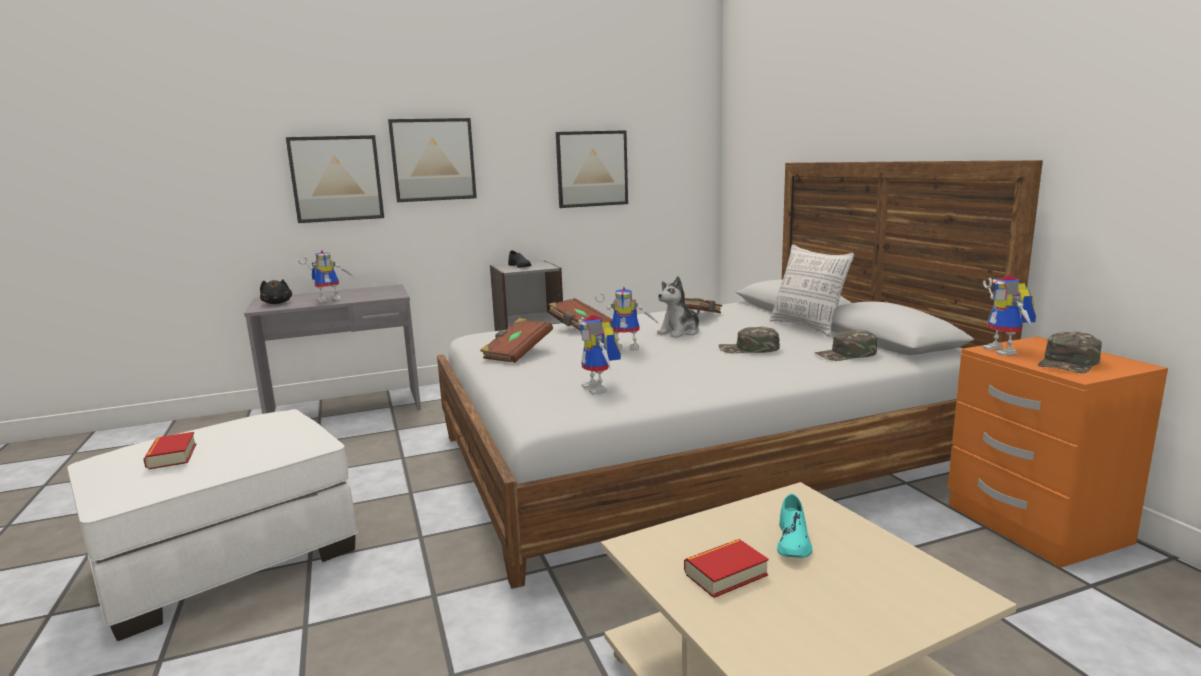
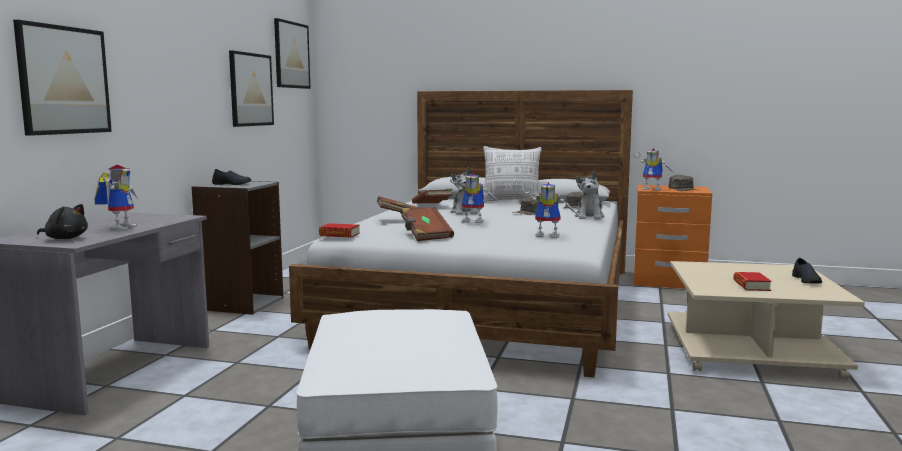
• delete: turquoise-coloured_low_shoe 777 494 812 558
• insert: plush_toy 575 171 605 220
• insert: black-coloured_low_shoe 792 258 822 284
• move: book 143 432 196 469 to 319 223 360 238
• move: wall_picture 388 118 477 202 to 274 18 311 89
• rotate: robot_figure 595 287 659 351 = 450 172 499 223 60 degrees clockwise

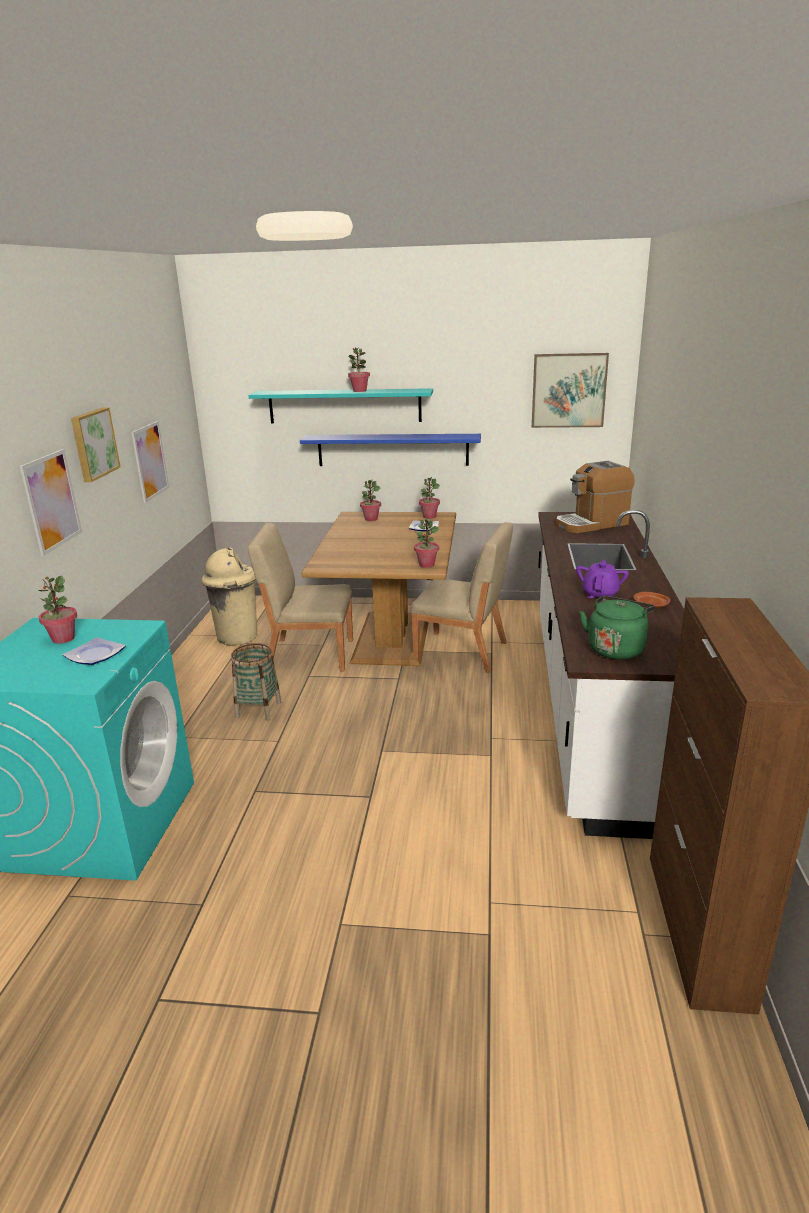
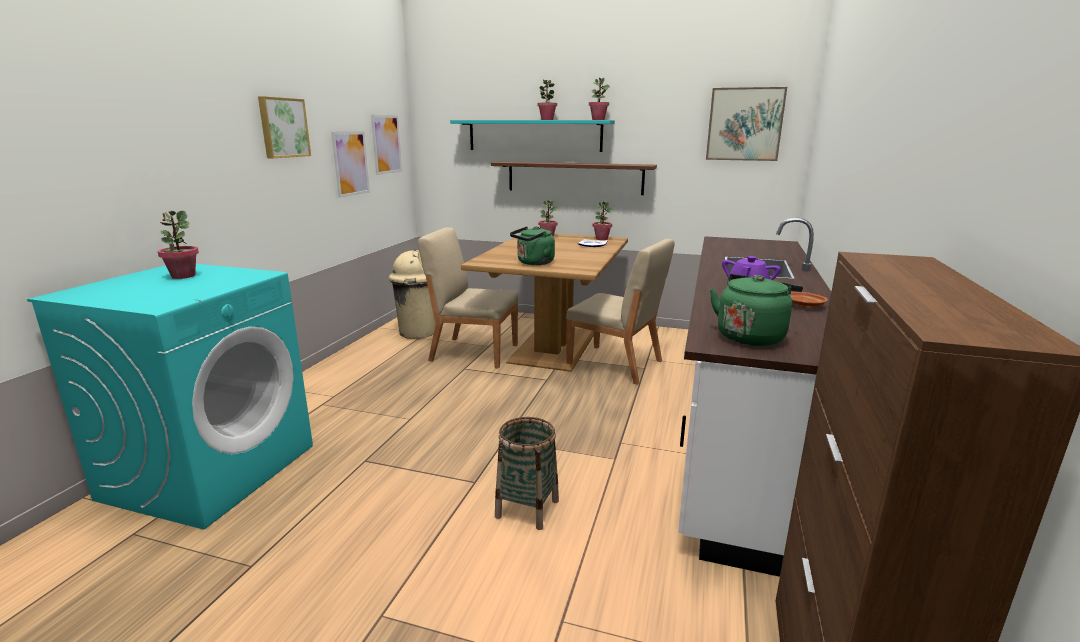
• delete: dinner_plate 62 637 126 665
• delete: coffee_machine 556 461 635 533
• insert: green-coloured_water_kettle 510 226 555 265
• move: wall_picture 20 449 82 556 to 371 114 402 175
• move: basket 231 644 281 720 to 495 417 559 530
• move: houseplant 414 518 439 568 to 589 78 610 120
• recolor: blue-coloured_wall_shelf 300 434 481 466 to brownish_wall_shelf 491 161 657 195

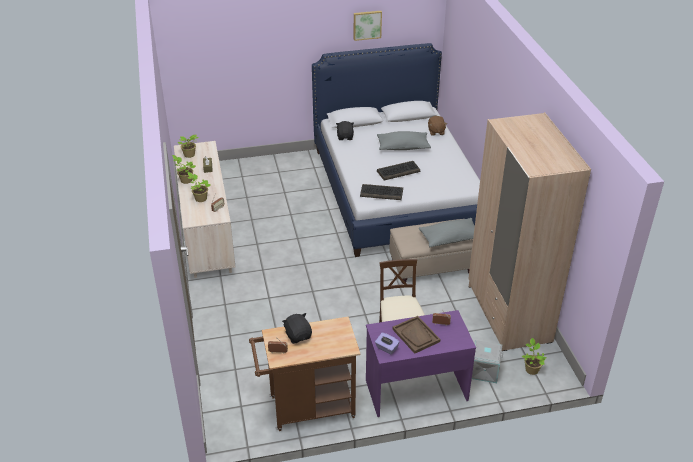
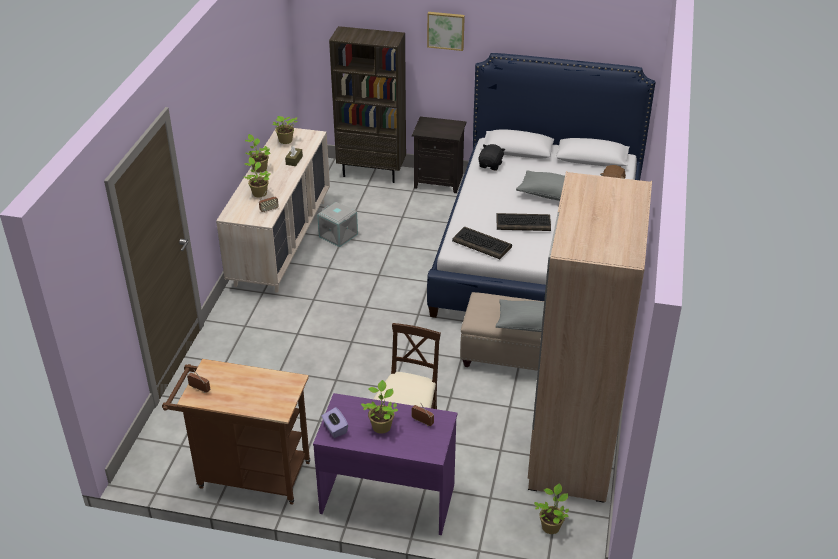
• delete: black-coloured_plush_toy 282 313 312 344
• insert: brownish_bookcase 329 26 406 183
• insert: black-coloured_night_table 412 116 466 193
• move: wall_picture 354 11 382 41 to 427 12 465 51
• move: gray_storage_box 472 340 503 383 to 317 202 358 247
• replace: brownish_carrying_tray 392 316 440 354 to houseplant 361 380 398 434

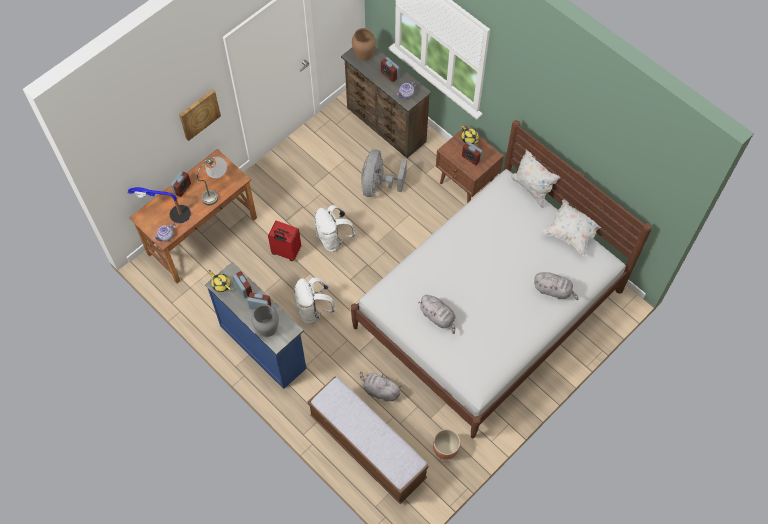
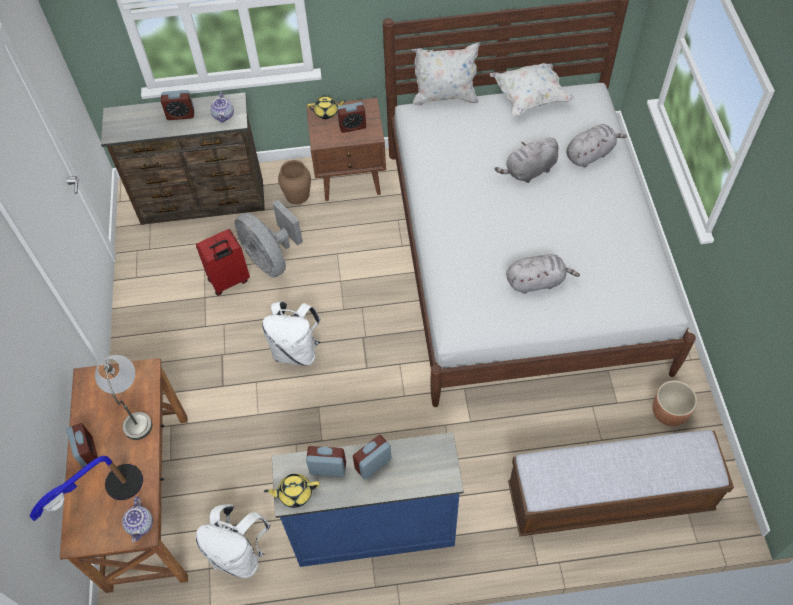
• delete: wall_picture 179 89 221 141
• delete: gray_vase 251 304 279 337
• move: red_suitcase 268 221 301 261 to 196 229 250 296
• move: white_backpack 294 277 335 323 to 196 504 271 578
• move: brownish_vase 352 28 376 61 to 278 160 311 204
• move: gray_plush_toy 360 372 402 402 to 495 137 558 183

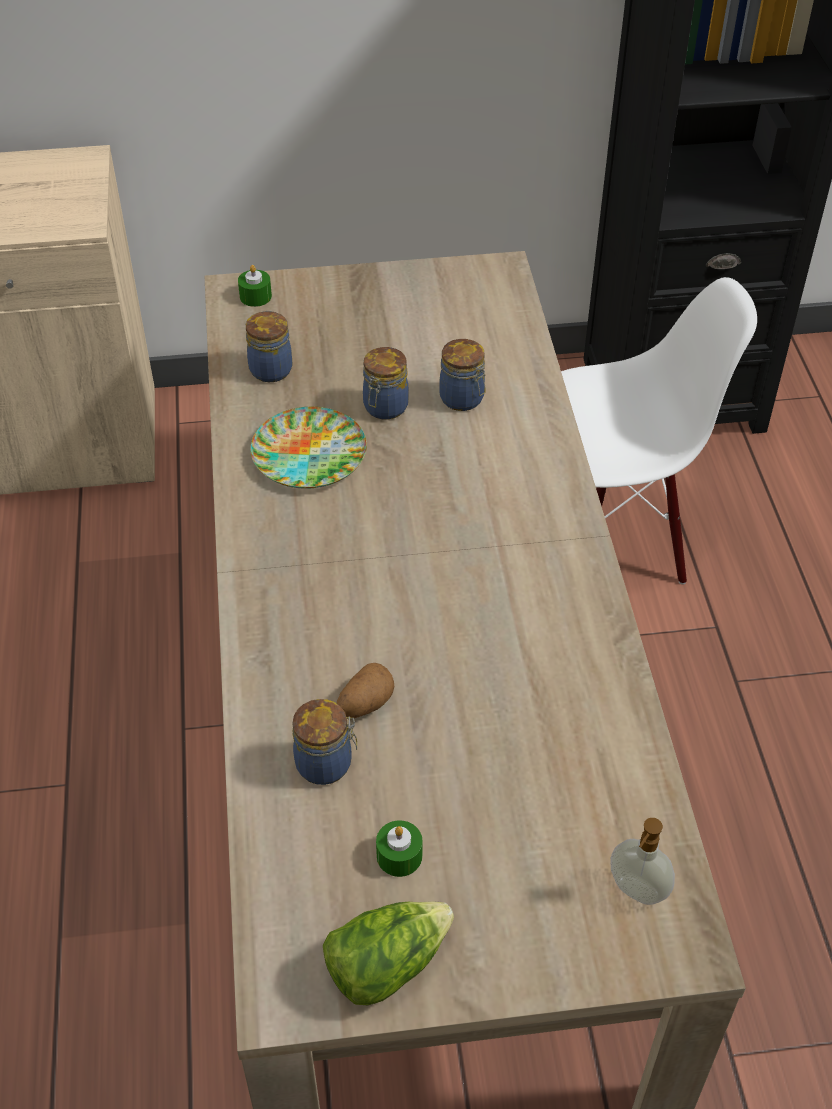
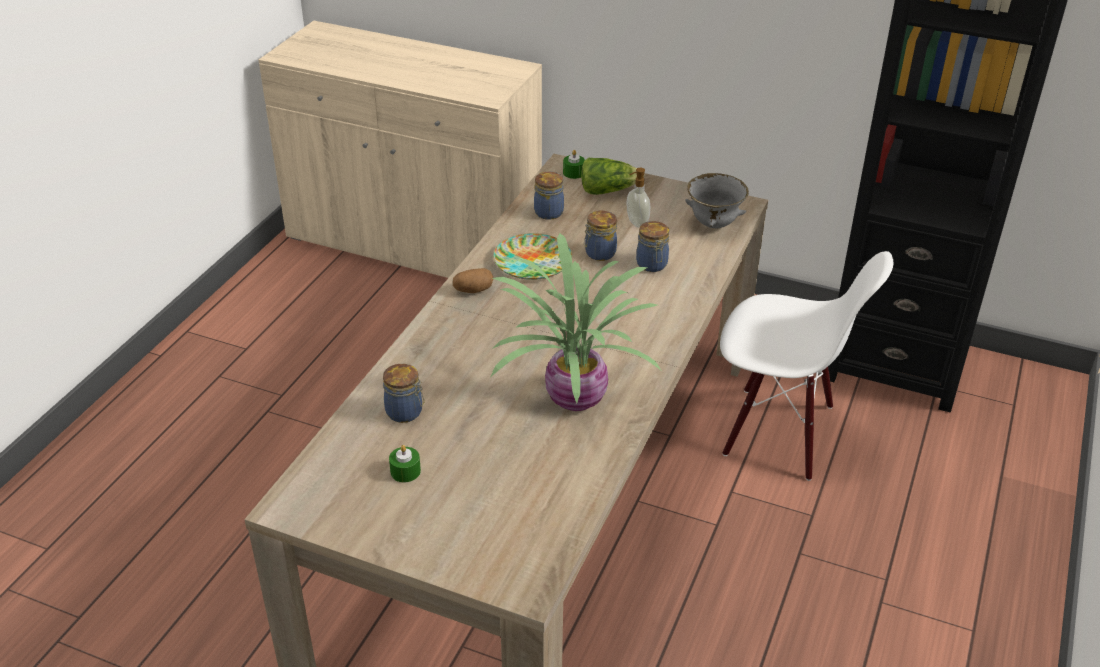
• insert: houseplant 491 233 661 411
• insert: gray_bowl 685 173 749 228
• move: lettuce_head 323 901 454 1005 to 581 158 645 195
• move: spud 337 663 394 718 to 453 268 493 293
• move: liquid_soap_bottle 610 818 675 905 to 627 168 650 228

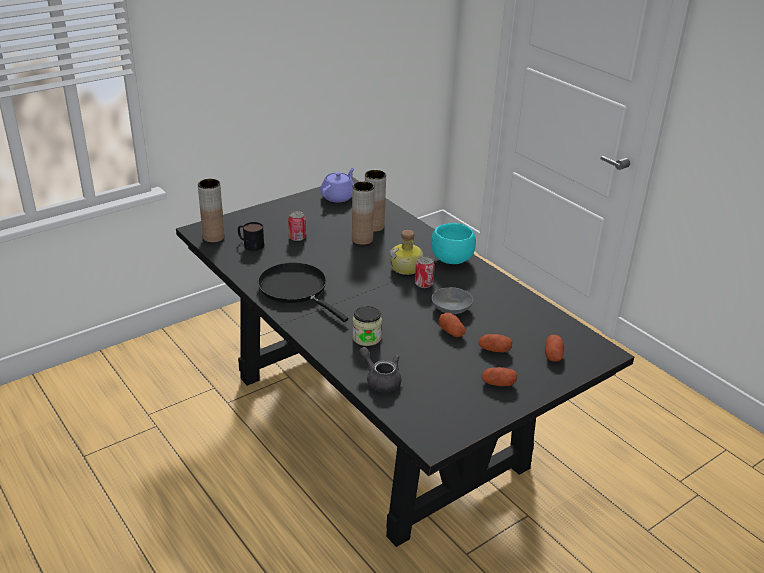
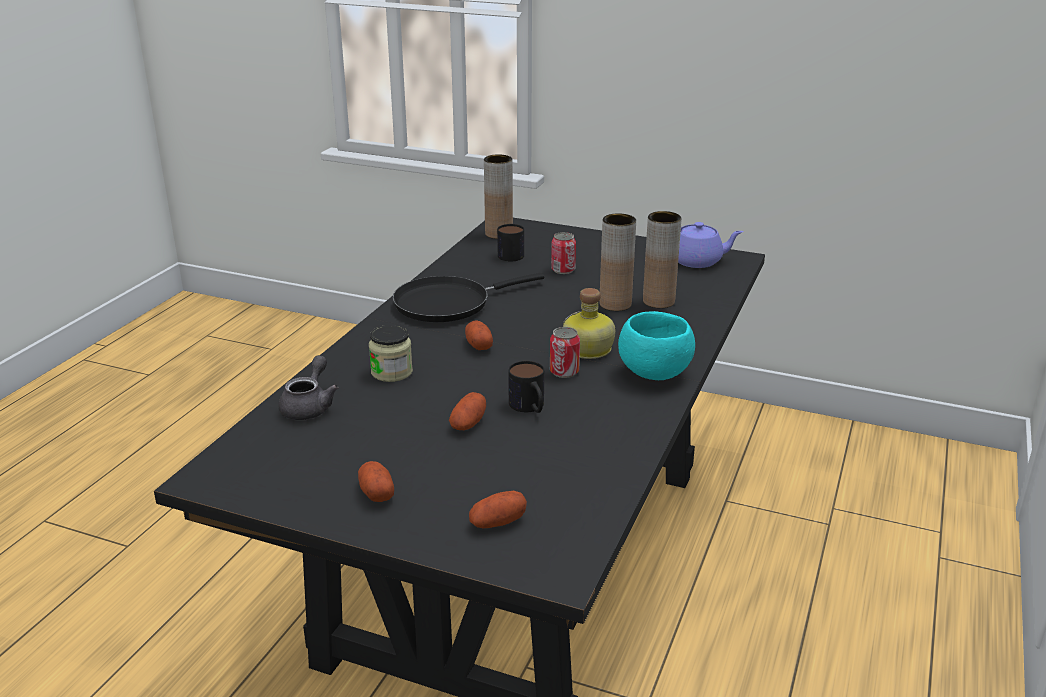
• move: spud 478 334 512 352 to 465 321 493 350
• replace: gray_bowl 432 287 473 314 to mug 508 361 544 413
• rotate: black-coloured_skillet 258 262 349 322 = 393 273 545 322 135 degrees counterclockwise

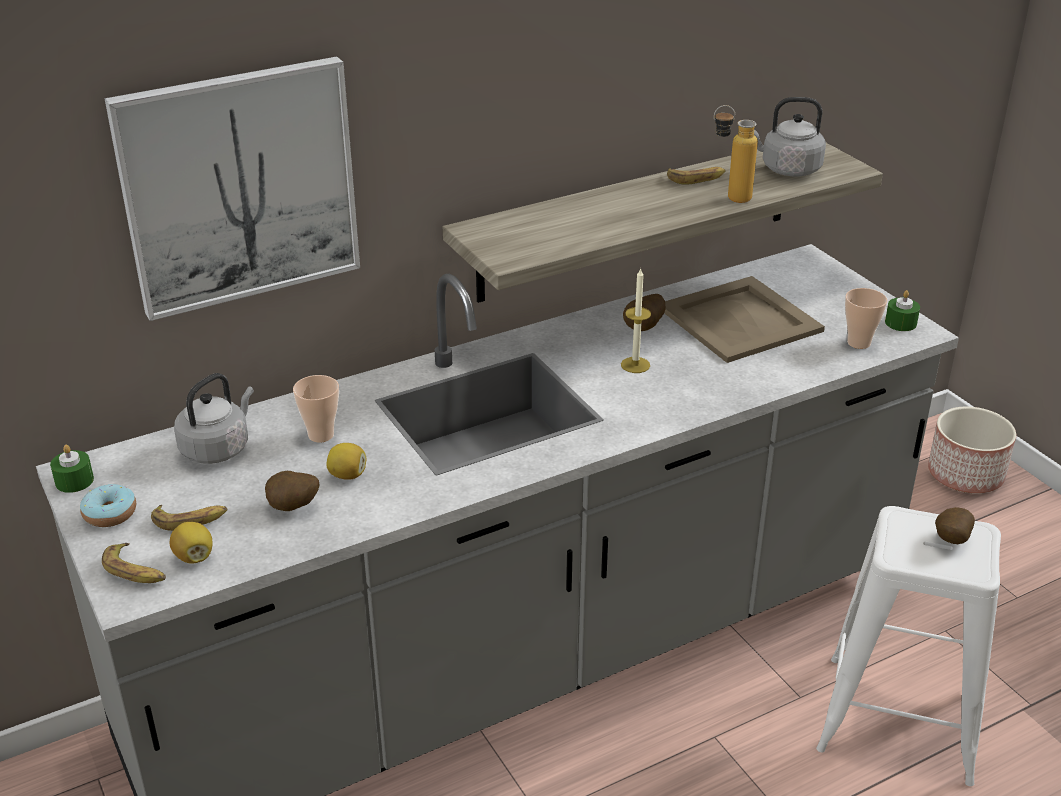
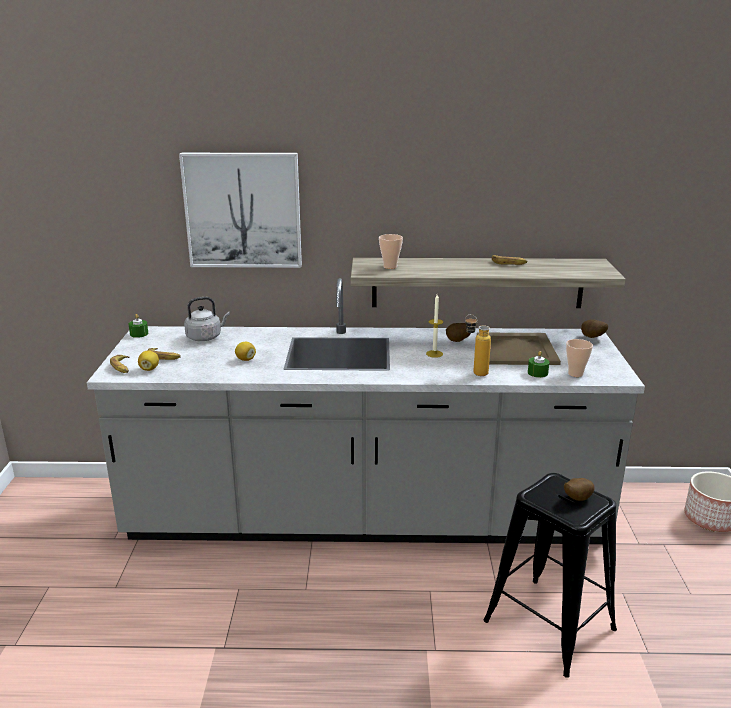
• delete: donut 80 484 136 527
• delete: gray_water_kettle 754 97 826 176
• move: spud 265 471 319 511 to 581 319 608 338
• move: cup 293 375 339 443 to 379 234 403 269
• move: drink_bottle 714 105 758 203 to 465 314 491 376
• move: green-coloured_wax_candle 885 290 920 331 to 528 351 549 378
• recolor: white_sitting_stool 816 506 1001 786 to black-coloured_sitting_stool 483 473 617 678

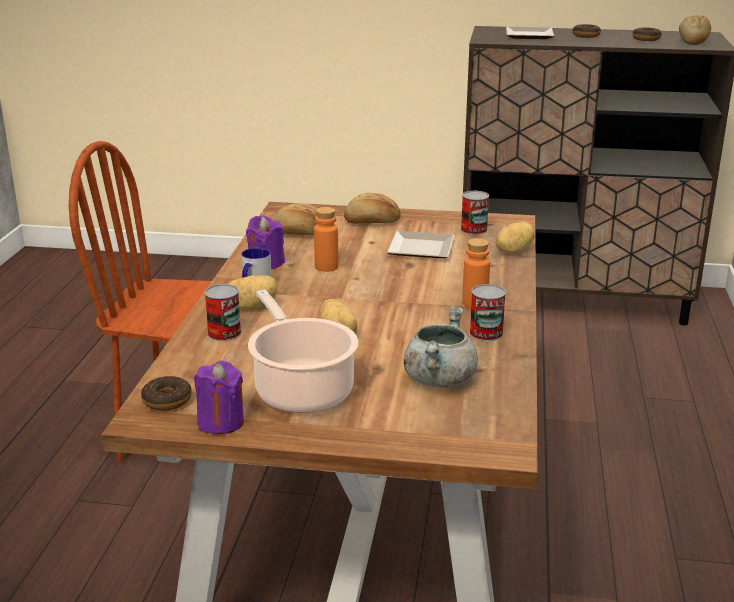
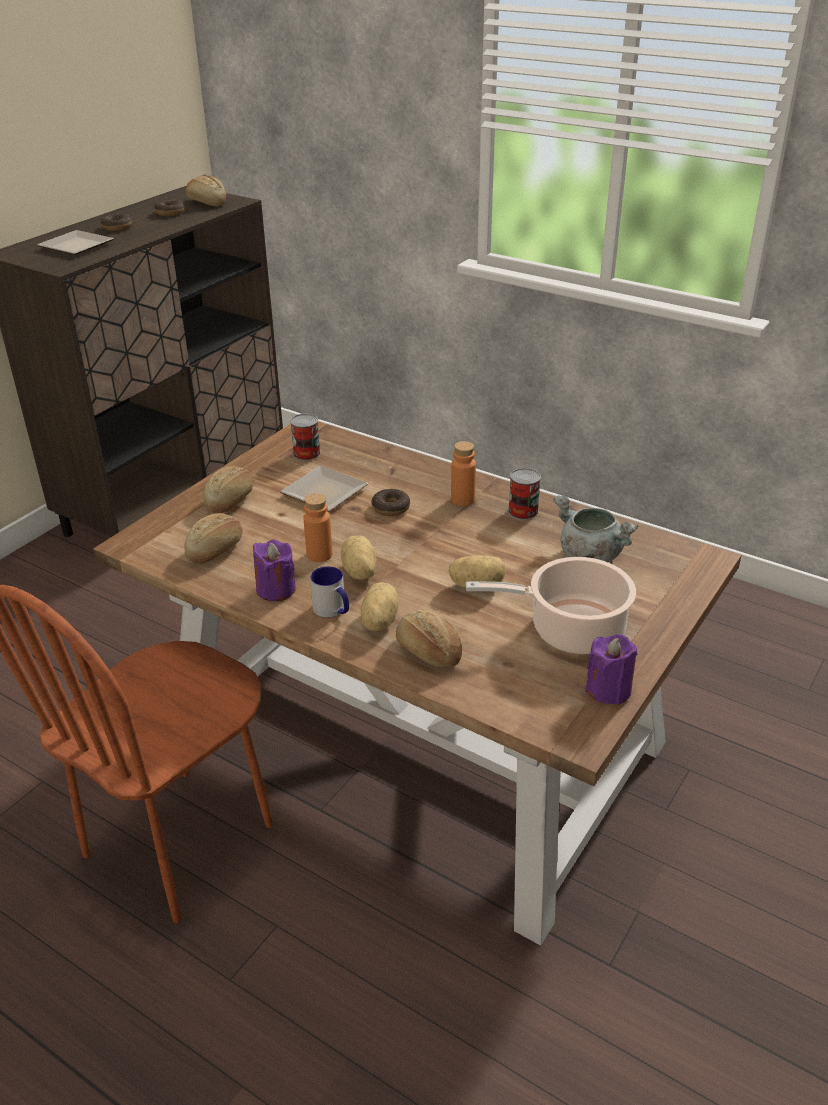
• move: donut 141 376 192 411 to 371 489 410 516
• move: spud 495 221 535 254 to 341 535 377 580
• replace: sealed_can 204 284 241 341 to bakery_bread 396 610 462 667

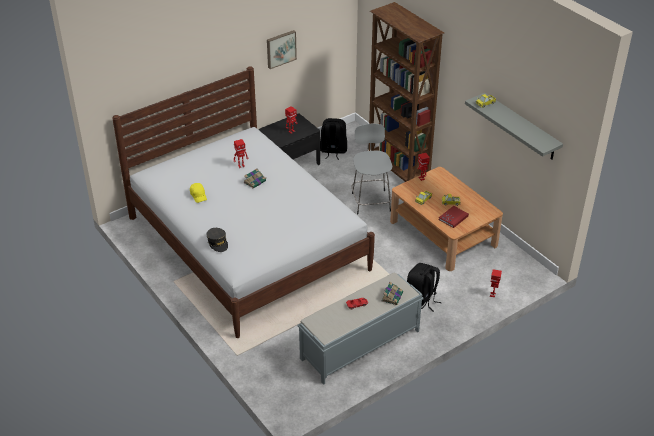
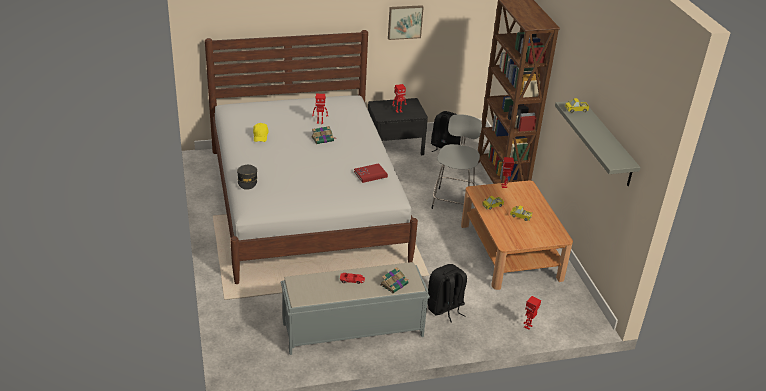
• move: red_book 439 206 469 228 to 354 163 388 183

